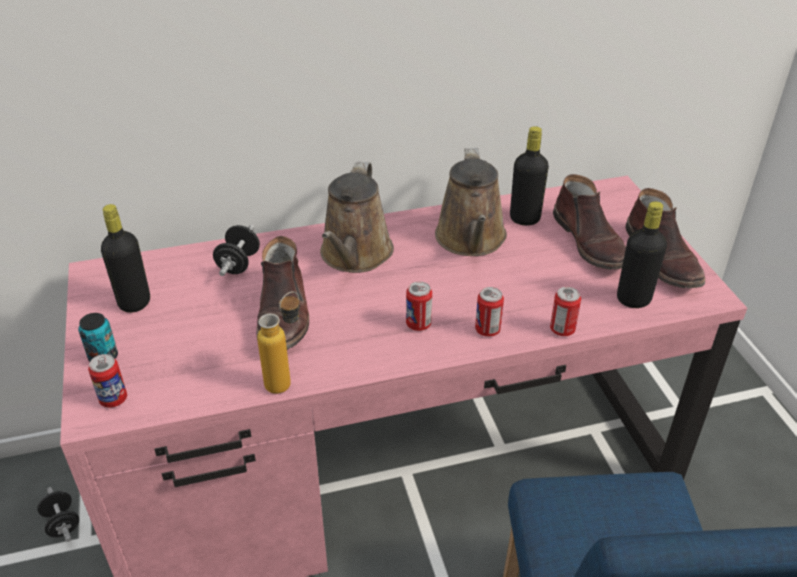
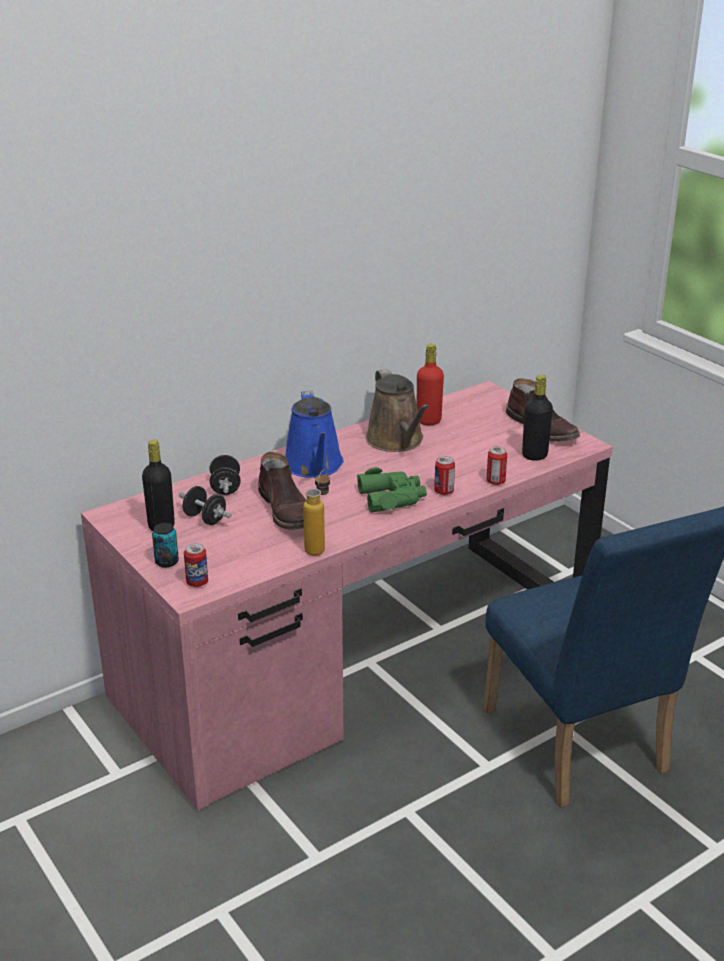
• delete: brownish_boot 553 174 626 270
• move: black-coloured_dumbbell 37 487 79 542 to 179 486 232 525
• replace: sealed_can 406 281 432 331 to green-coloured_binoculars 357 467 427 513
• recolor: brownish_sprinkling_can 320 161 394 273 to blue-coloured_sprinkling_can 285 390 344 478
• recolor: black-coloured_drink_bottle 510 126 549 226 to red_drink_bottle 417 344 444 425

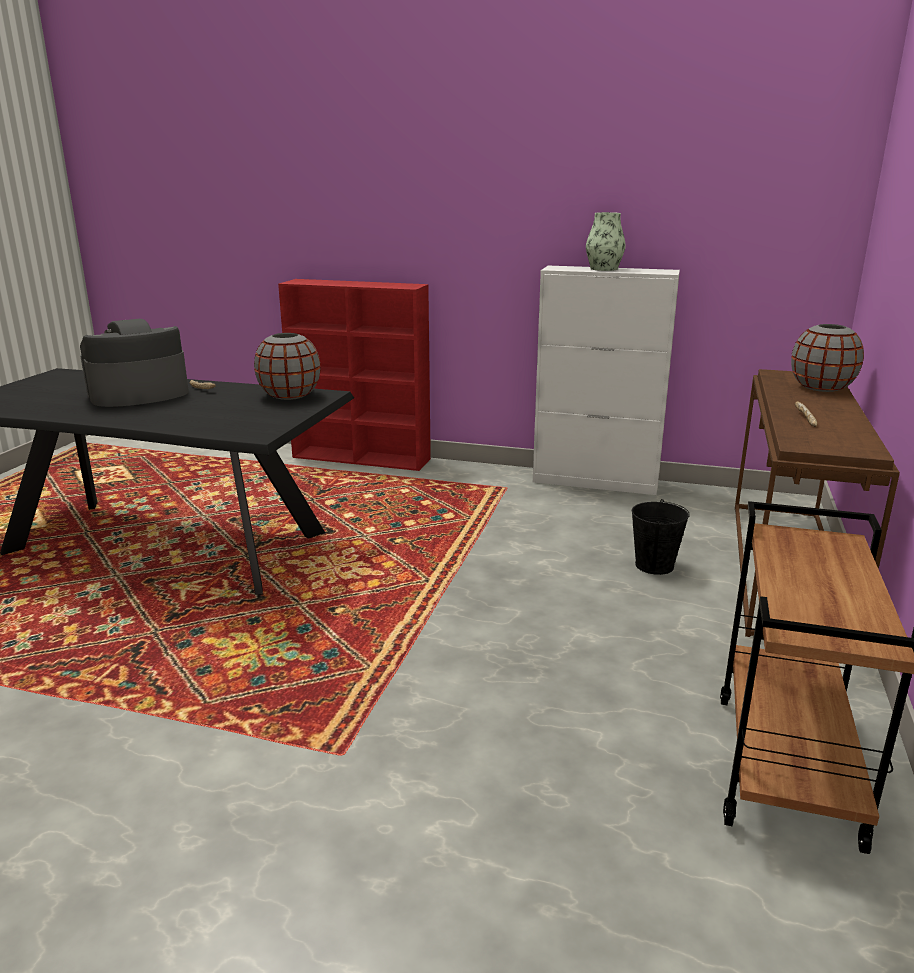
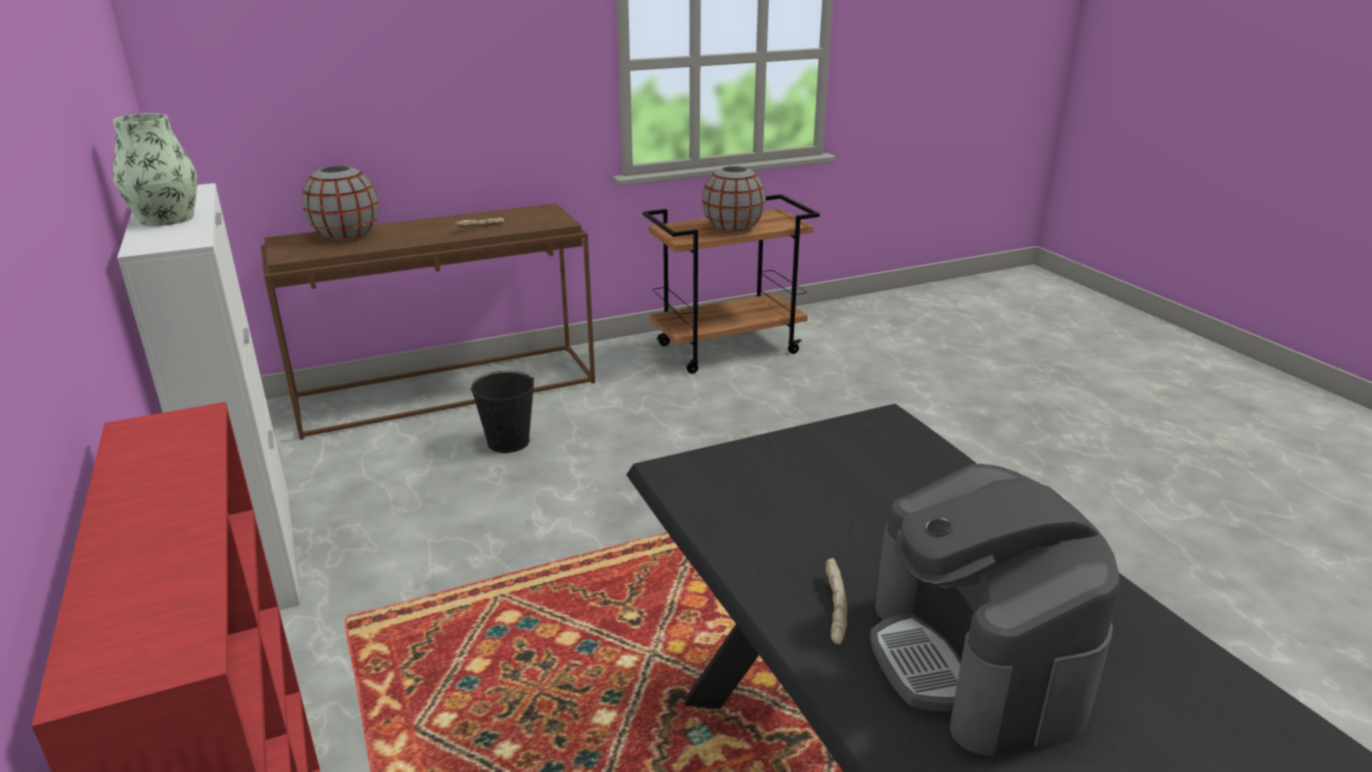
• move: gray_vase 254 333 321 400 to 702 166 766 233
• rotate: coffee_machine 80 319 189 407 = 870 464 1121 755 60 degrees clockwise

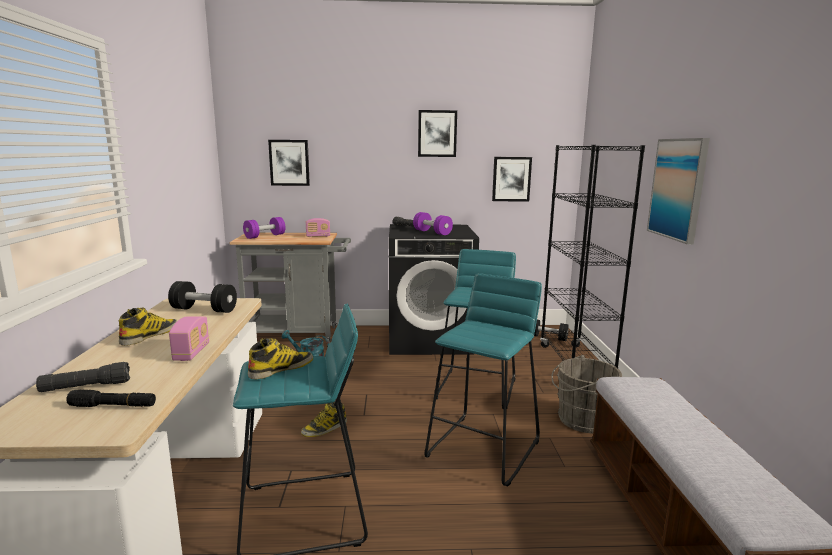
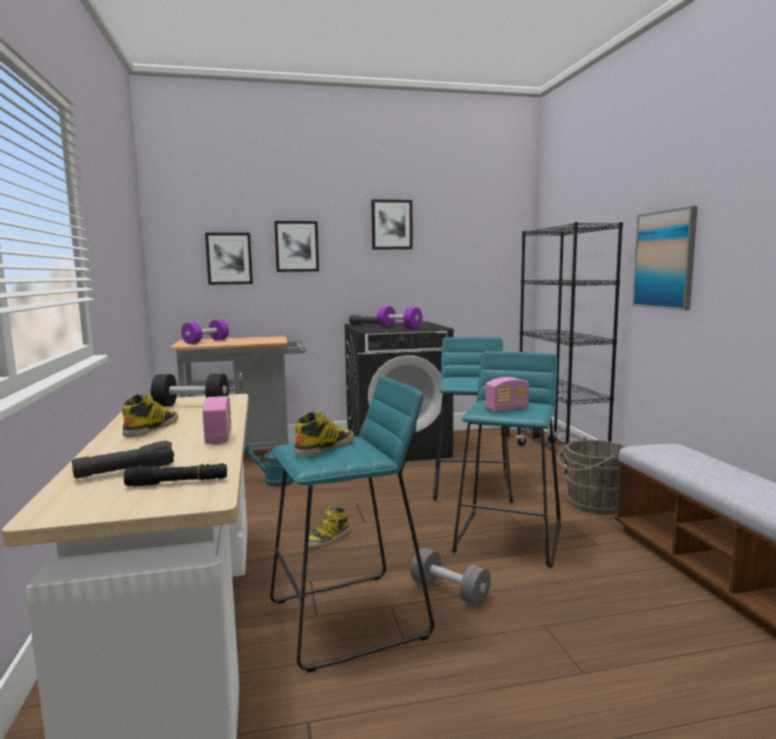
• insert: gray_dumbbell 411 548 491 606
• move: radio 306 218 330 237 to 485 377 529 412
• move: wall_picture 492 157 532 202 to 274 221 319 272

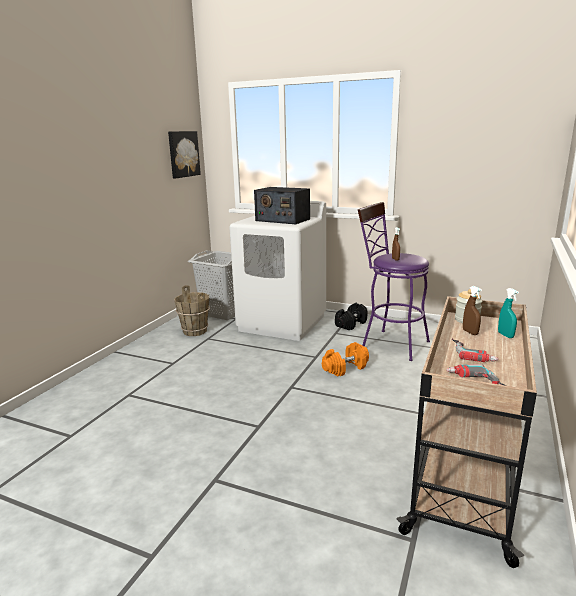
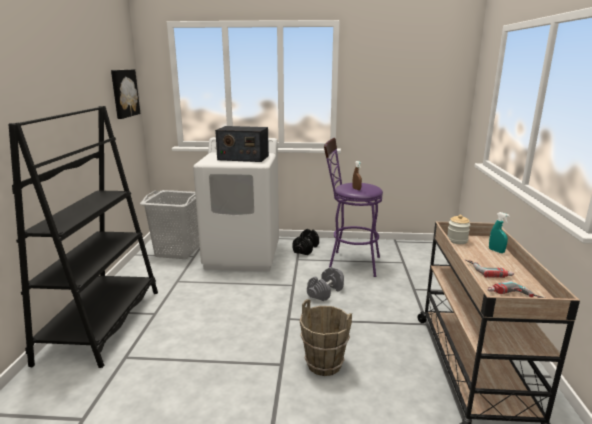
• delete: brownish_hand_sprayer 463 286 482 335
• insert: black-coloured_bookcase 8 106 158 368
• move: brownish_bucket 174 285 210 336 to 299 299 352 376
• recolor: orange-coloured_dumbbell 322 342 369 377 to gray_dumbbell 307 267 344 301

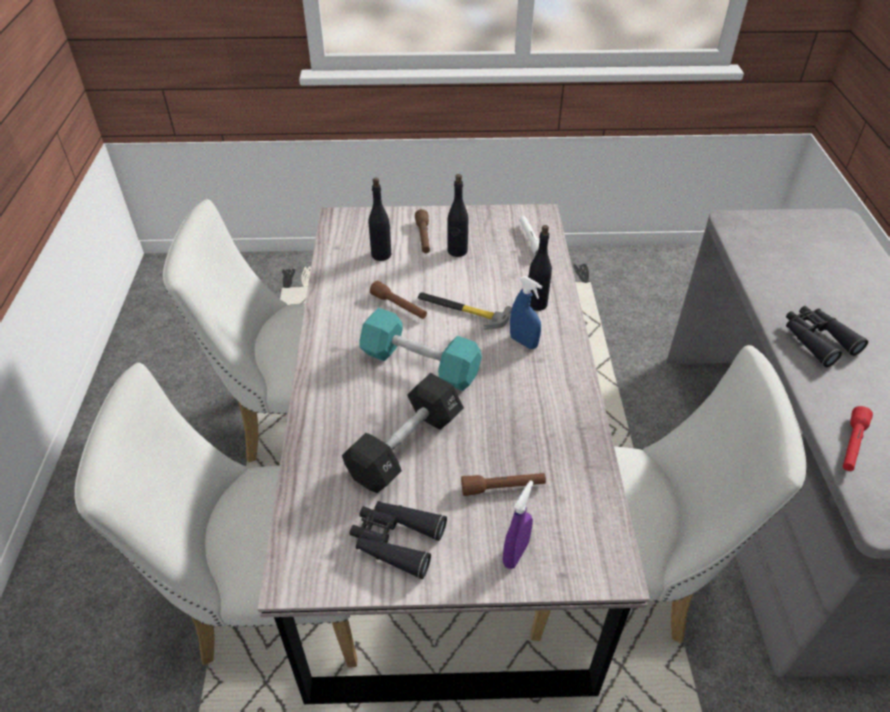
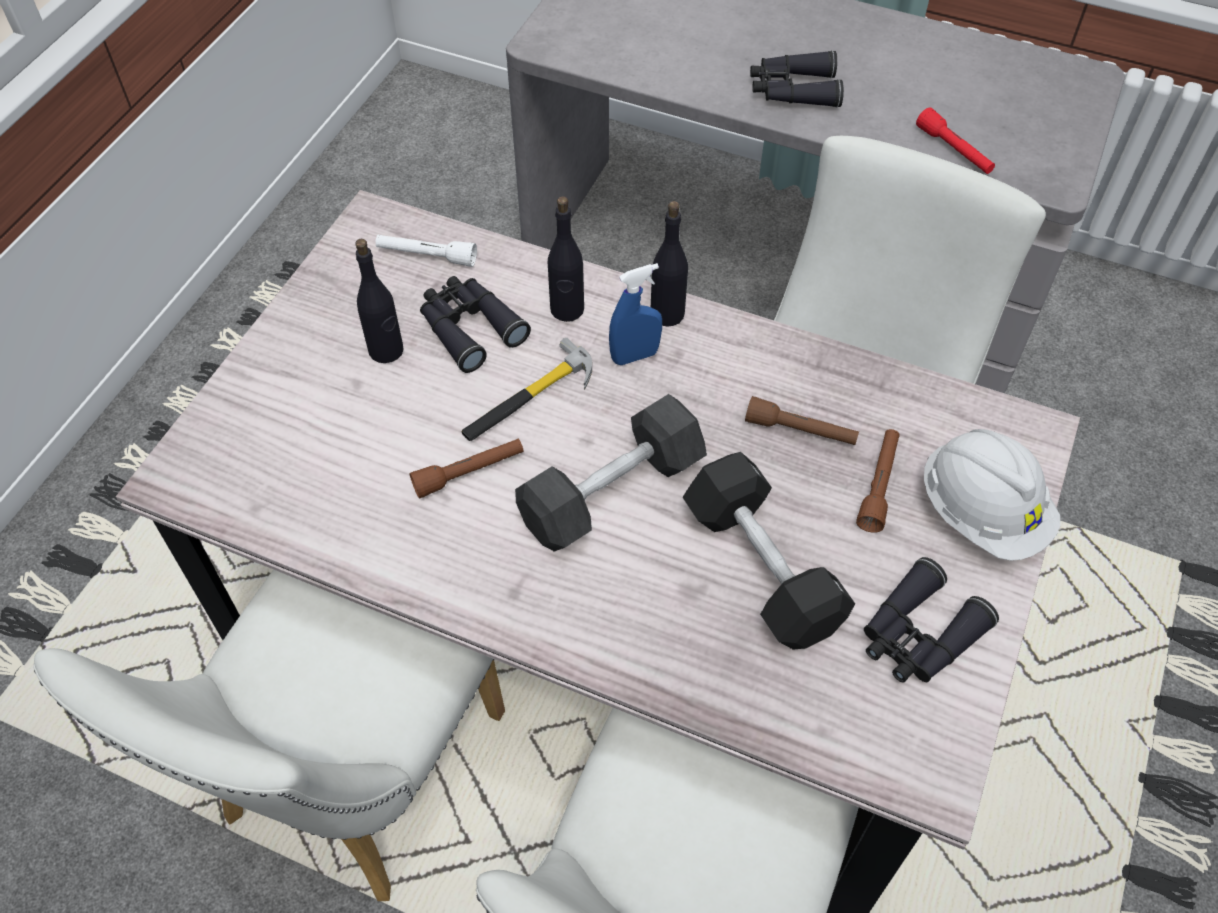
• insert: black-coloured_binoculars 420 276 531 373
• move: black-coloured_drink_bottle 369 178 391 261 to 651 201 688 327
• move: brownish_flashlight 415 209 430 253 to 745 396 859 445
• replace: purple_hand_sprayer 503 480 534 569 to white_work_helmet 924 429 1060 561
• recolor: turquoise-coloured_dumbbell 359 308 482 391 to black-coloured_dumbbell 515 394 707 552

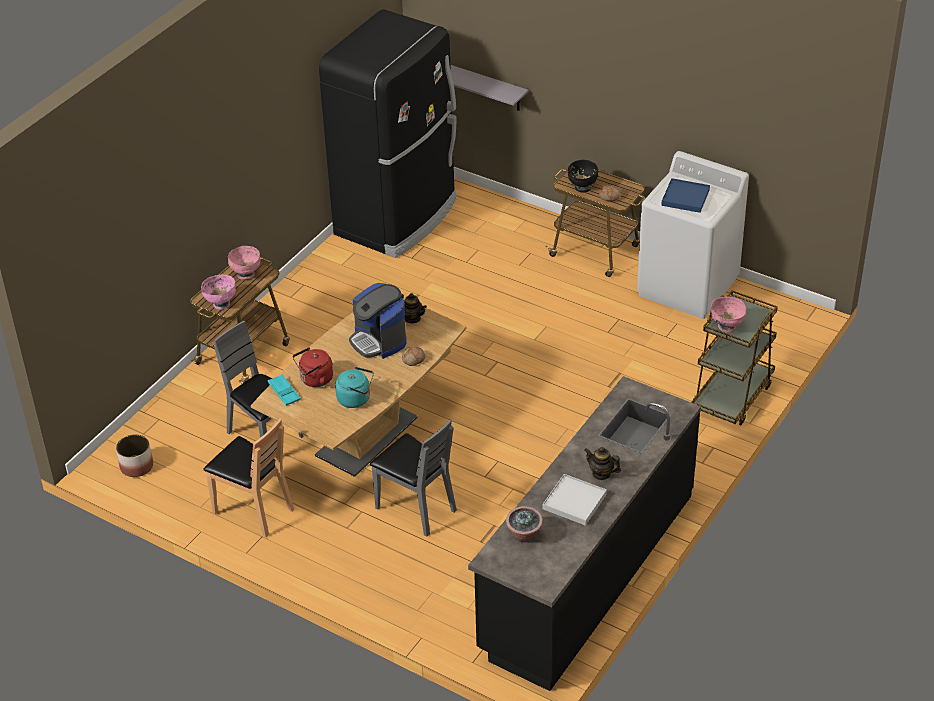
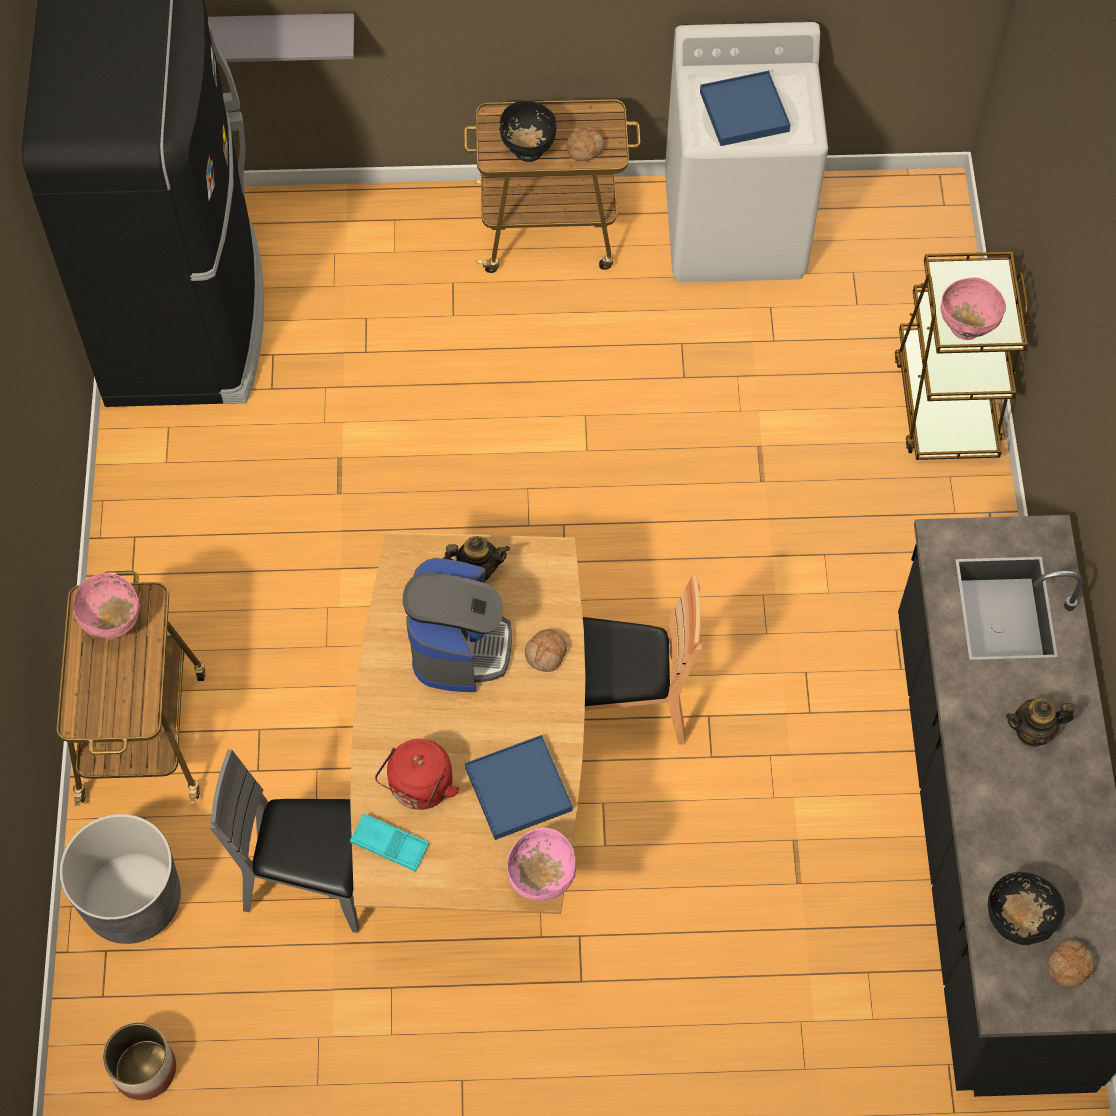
• delete: gray_upright_chair 370 419 457 537
• delete: white_carrying_tray 543 474 607 526
• insert: gray_plant_pot 60 814 181 944
• insert: bakery_bread 1048 939 1096 988
• move: pink_bowl 201 275 236 310 to 507 828 577 901
• move: brownish_upright_chair 204 419 294 537 to 583 575 702 744
• replace: turquoise-coloured_water_kettle 335 367 374 408 to blue-coloured_carrying_tray 465 735 573 840
• replace: houseplant 506 506 543 542 to black-coloured_bowl 988 872 1065 945
• rotate: coffee_machine 349 283 407 359 = 403 558 512 692 105 degrees counterclockwise

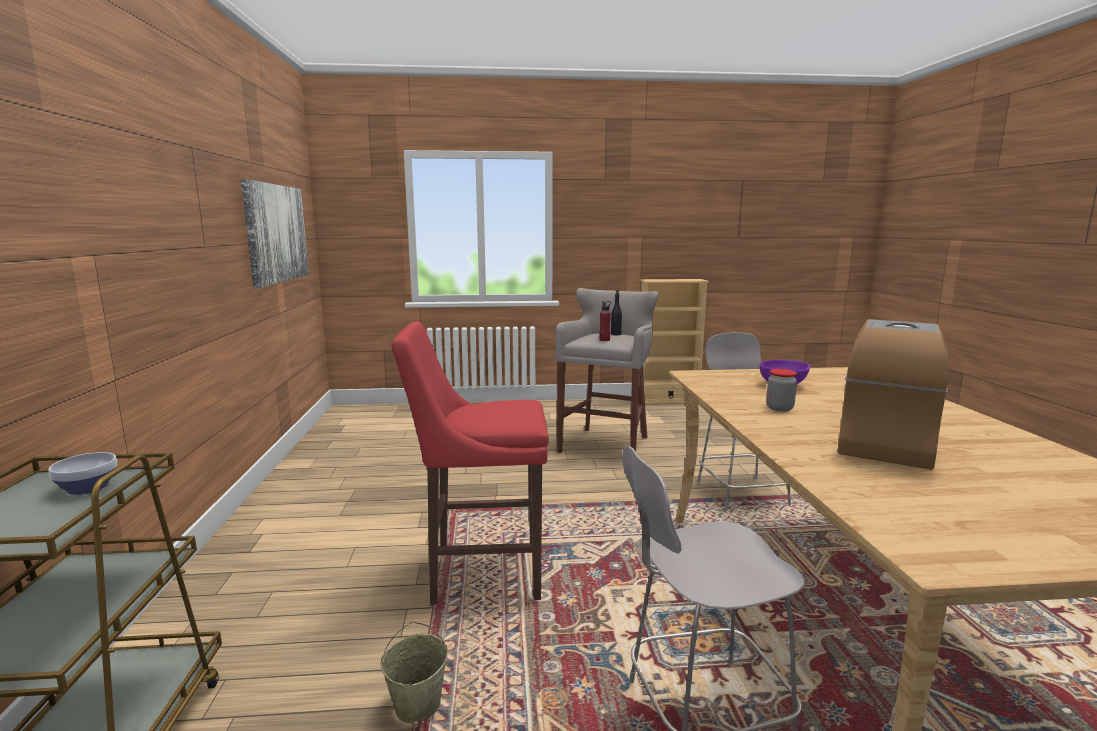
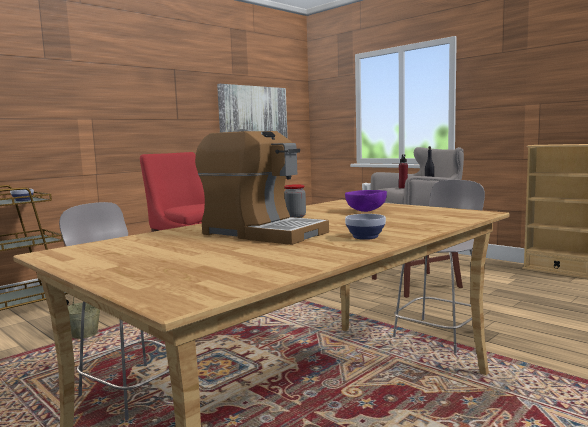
• insert: bowl 345 214 386 240
• rotate: coffee_machine 837 319 949 470 = 195 129 329 245 45 degrees clockwise

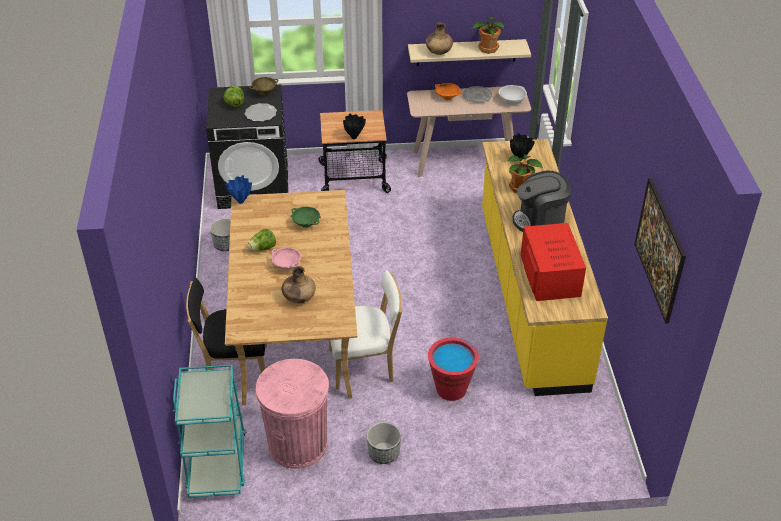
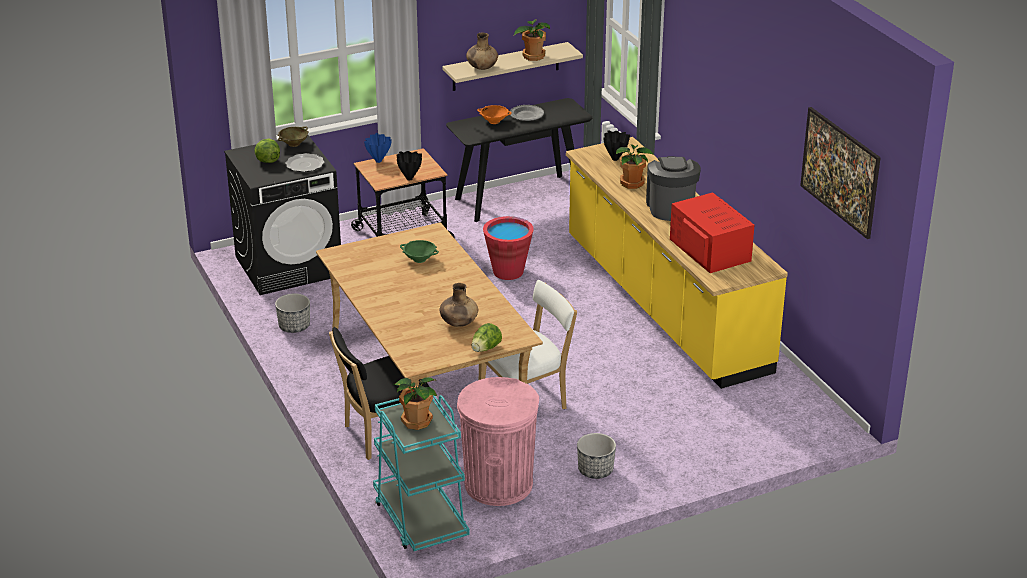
• delete: pink_bowl 271 248 302 270
• delete: white_bowl 499 85 527 105
• insert: houseplant 394 377 437 430
• move: blue-coloured_vase 225 175 252 204 to 364 133 392 163
• move: lettuce_head 247 229 276 251 to 471 323 502 352
• move: red_bucket 428 337 479 401 to 483 216 534 280
• recolor: sand-coloured_narrow_table 407 86 531 177 to black-coloured_narrow_table 446 98 593 222
• rotate: coffee_machine 512 171 571 232 = 646 156 701 221 120 degrees clockwise

